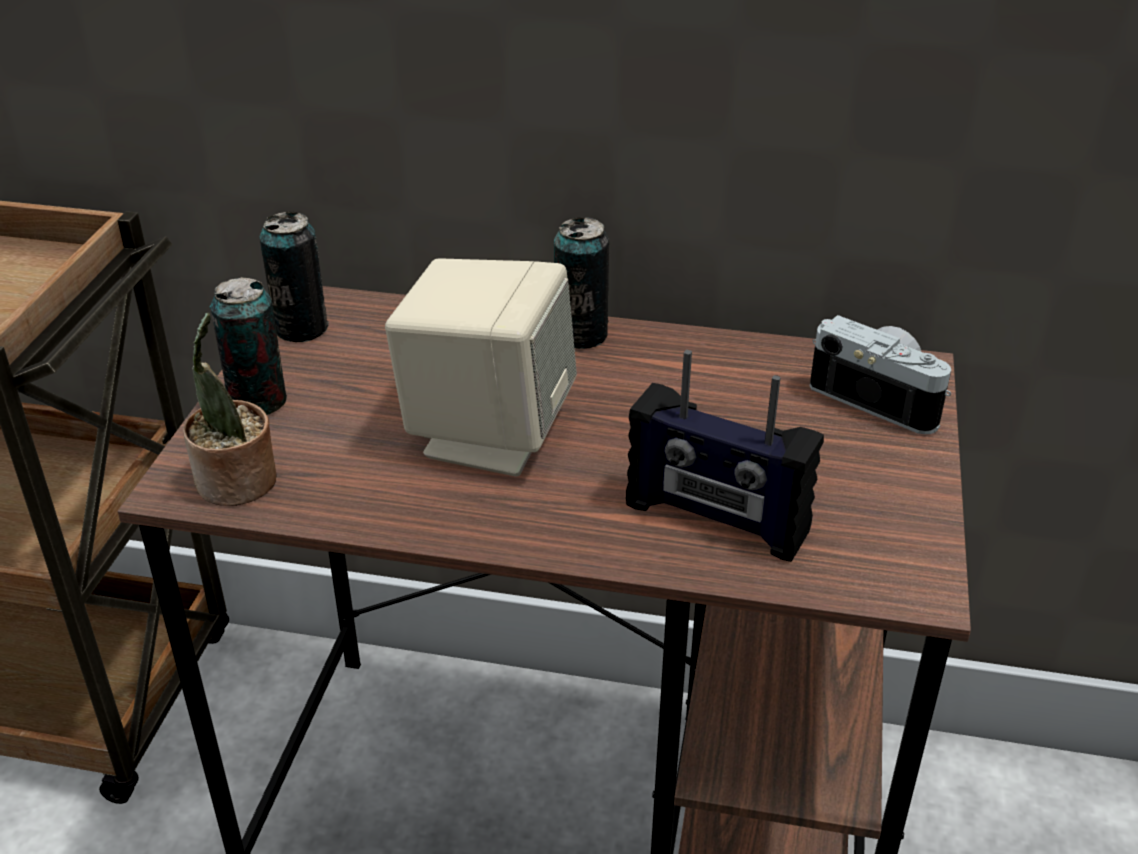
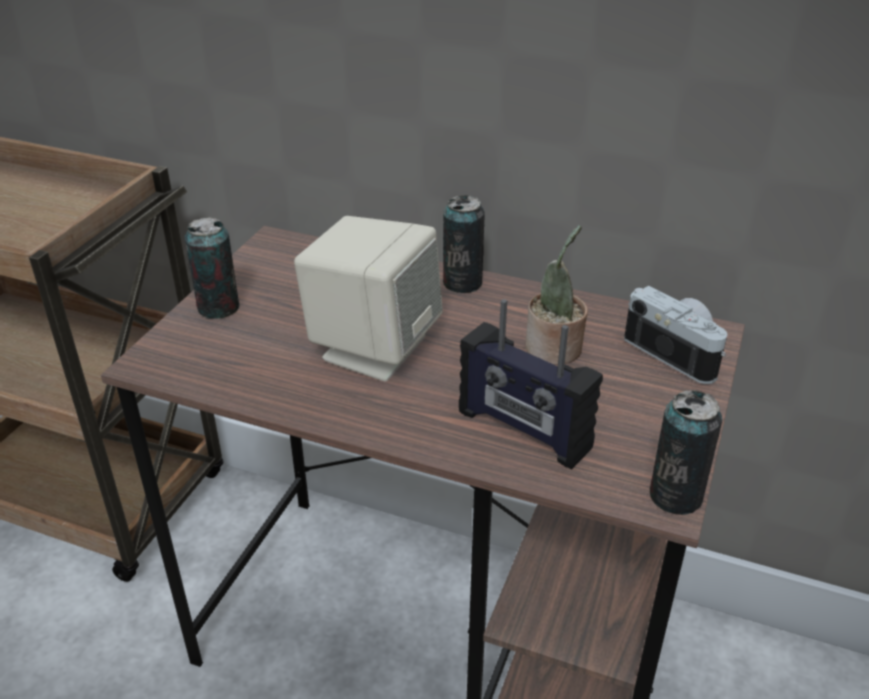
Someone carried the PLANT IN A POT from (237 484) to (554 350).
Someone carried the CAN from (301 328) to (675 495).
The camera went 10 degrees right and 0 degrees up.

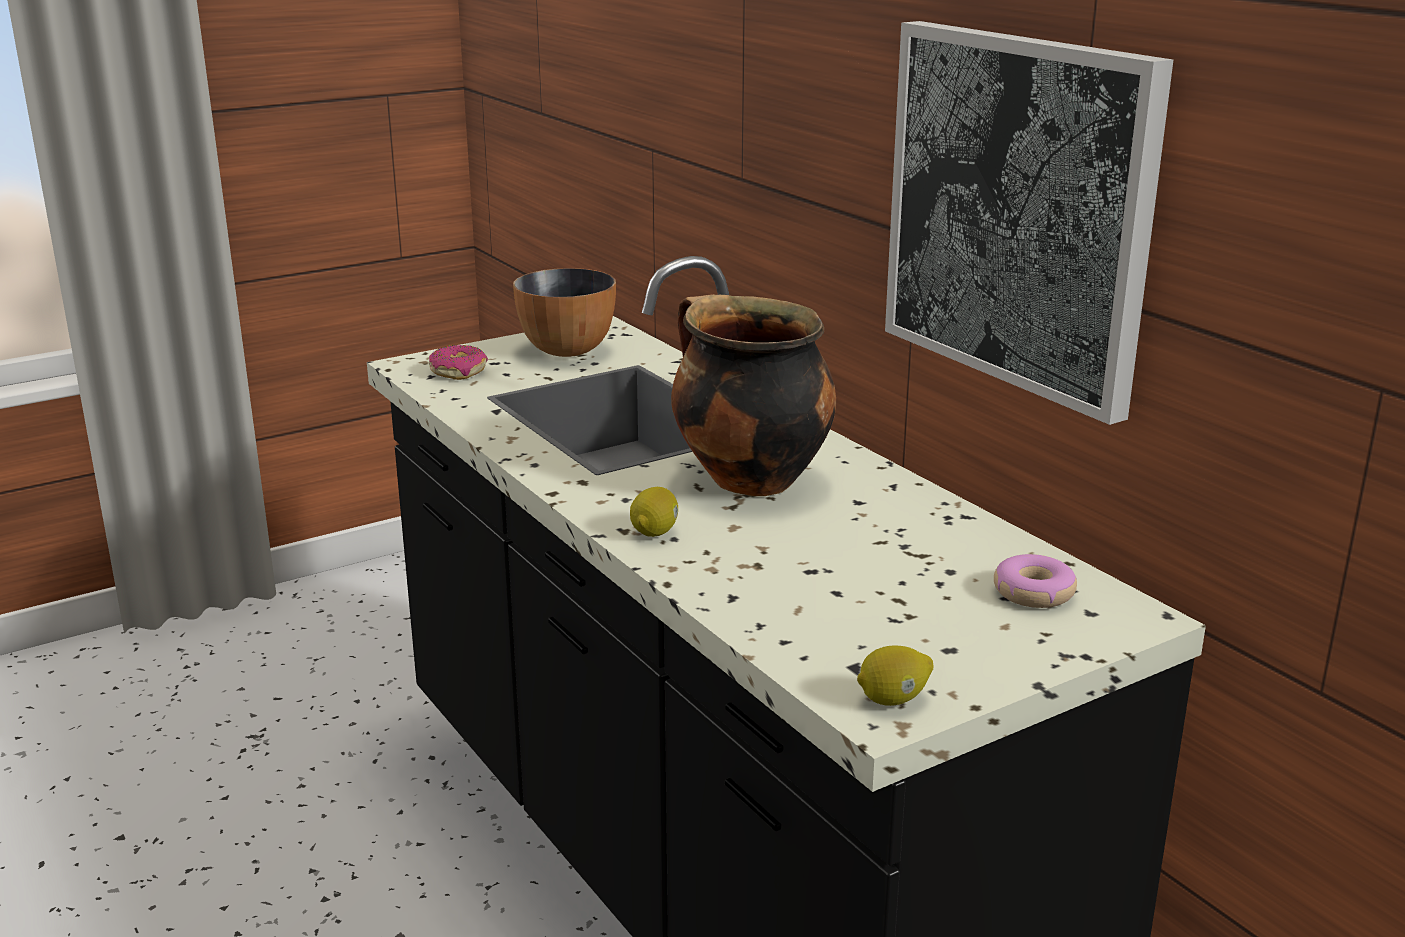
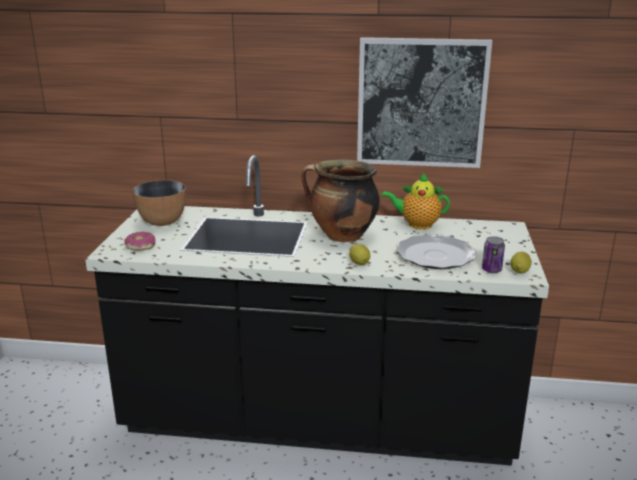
Someone put down the TEAPOT at (417 224).
Someone put down the DINNER PLATE at (435 255).
Someone put down the CAN at (491 270).
Someone took away the DOUGHNUT at (1033 592).
The camera went 50 degrees left and 0 degrees up.

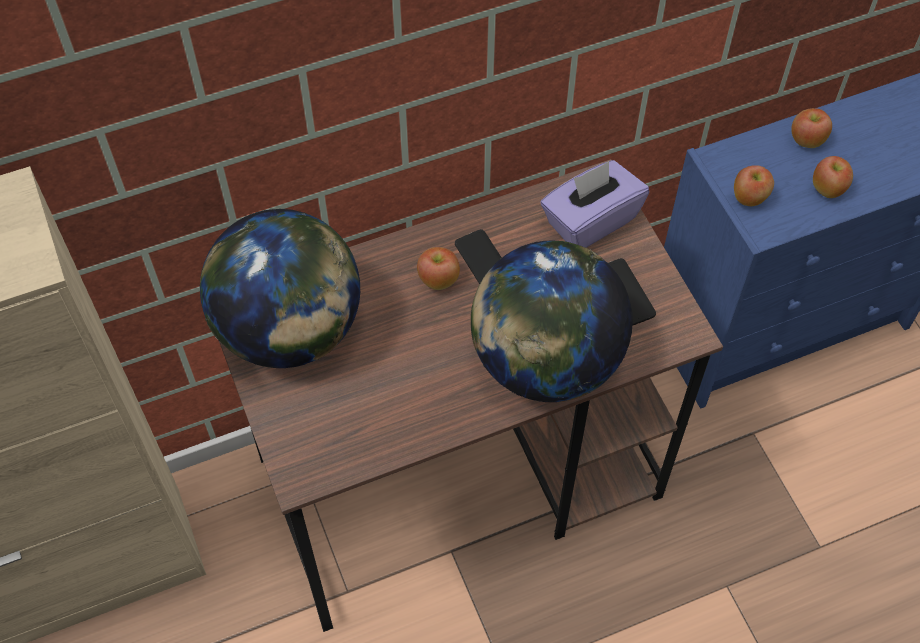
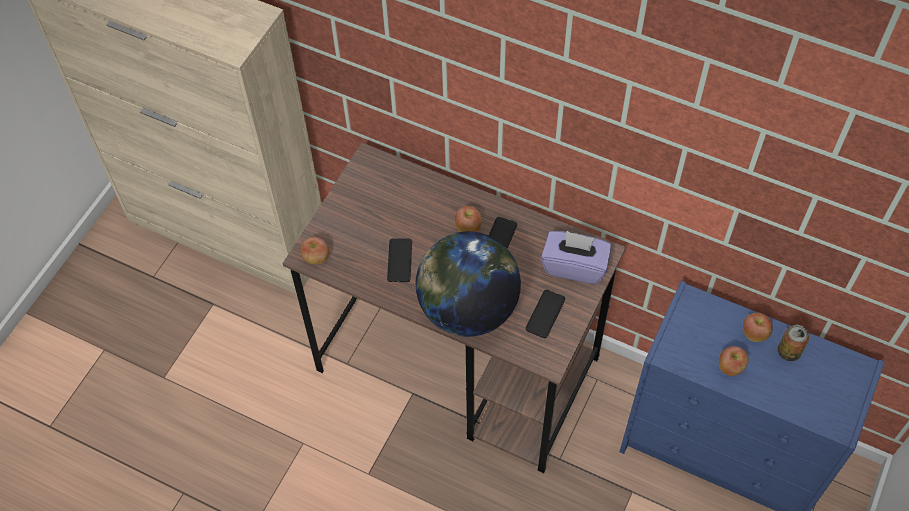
Someone carried the WHOLE APPLE from (749 198) to (316 258).
Someone put down the HANDSET at (399 260).
Someone put down the CAN at (788 352).
Someone took away the GLOBE at (290 330).
The camera went 50 degrees right and 0 degrees up.

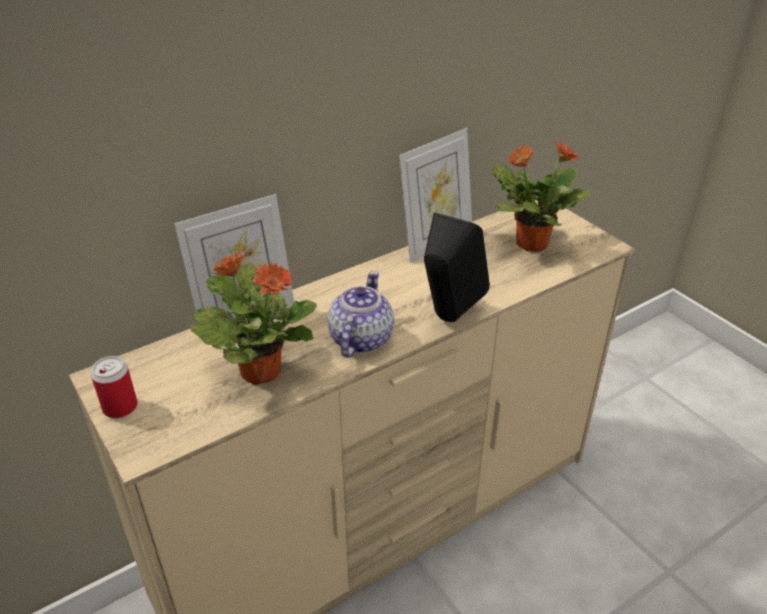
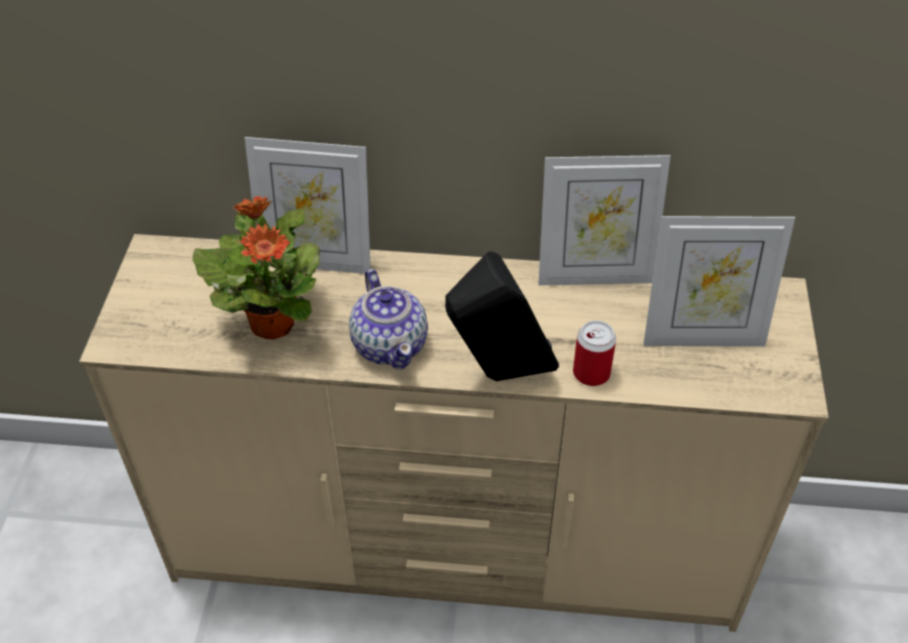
Someone rotated the TEAPOT at (360 339) by 105 degrees clockwise.
Someone carried the CAN from (120 407) to (591 373).
Someone swapped the PLANT IN A POT at (530 243) for the STANDING FRAME at (702 336).
The camera went 40 degrees right and 10 degrees up.

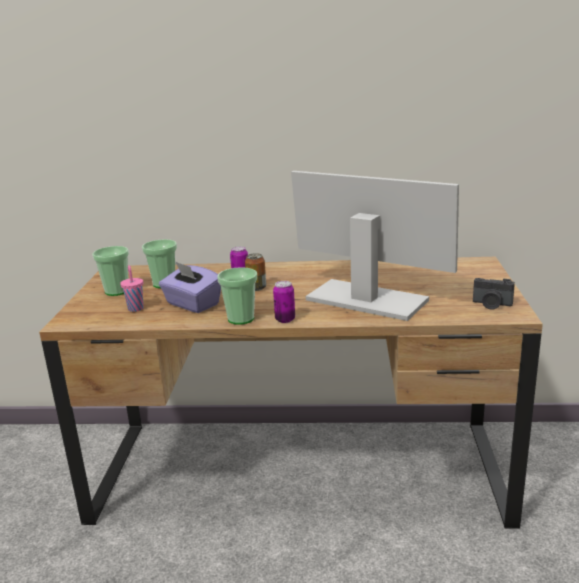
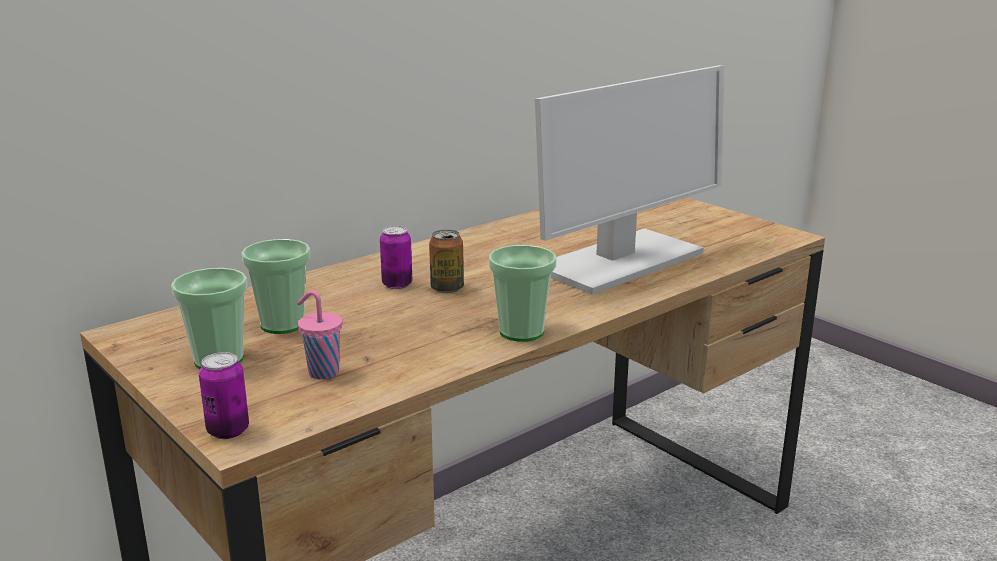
Someone carried the CAN from (285 319) to (228 431).
Someone rotated the MONITOR at (368 300) by 150 degrees clockwise.
Someone took away the PURPLE-COLOURED TISSUE BOX at (192 304).
Someone took away the PHOTO CAMERA at (491 305).
The camera went 45 degrees left and 0 degrees up.

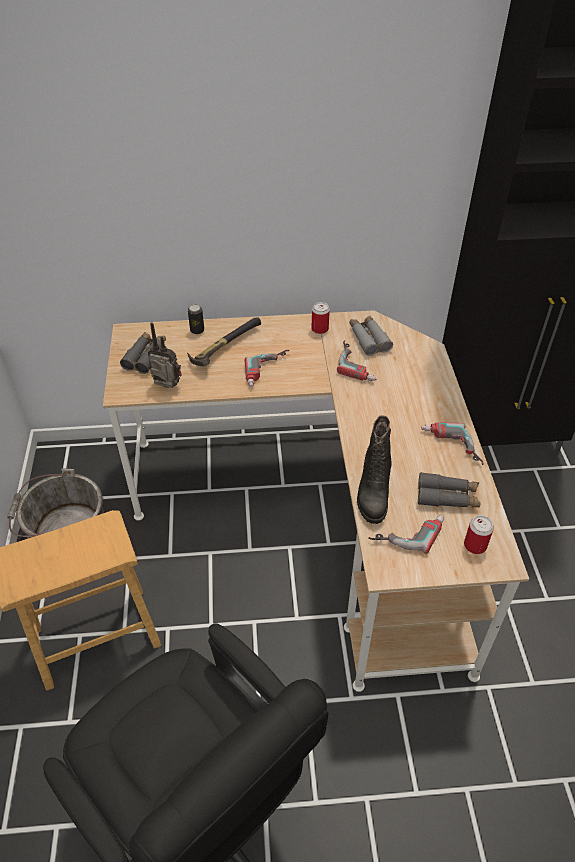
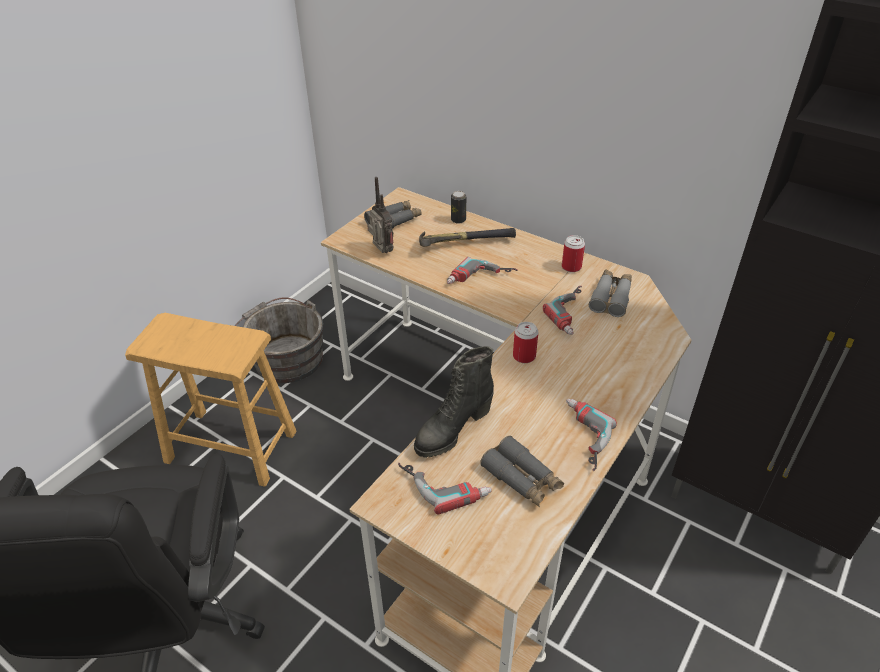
Someone carried the CAN from (475 545) to (524 356).
The camera went 40 degrees right and 5 degrees down.

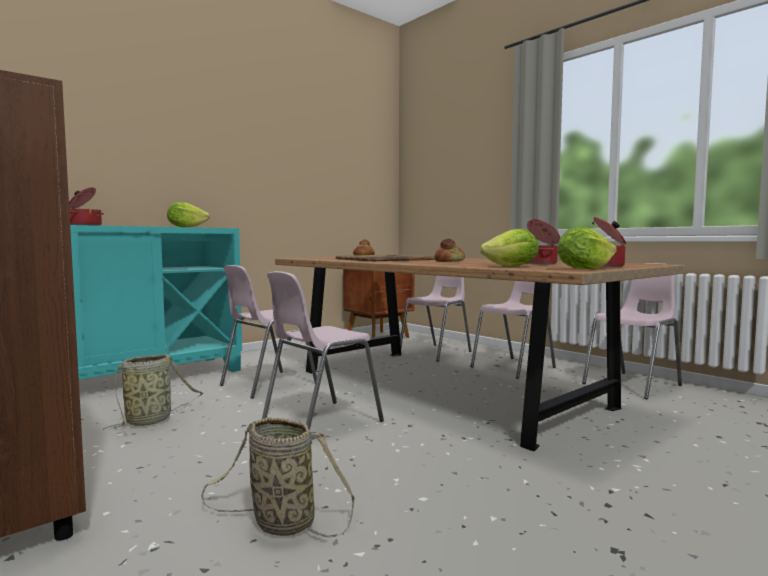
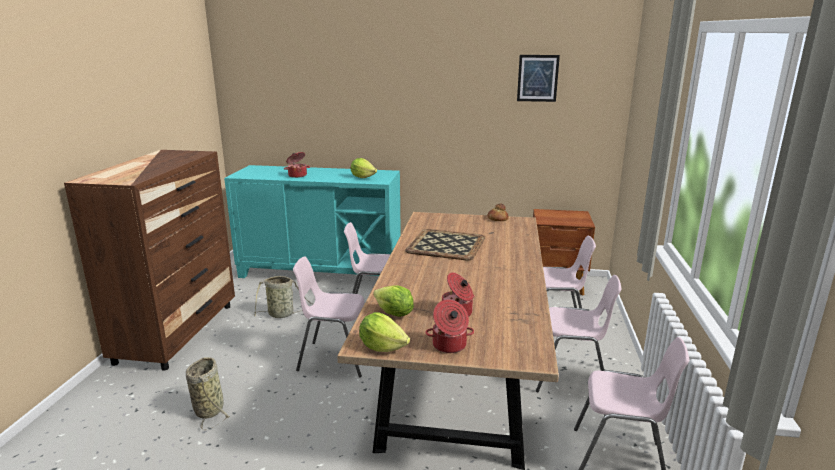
Someone put up the WALL PICTURE at (537 78).
Someone took away the BAKERY BREAD at (449 261).
The camera went 50 degrees right and 15 degrees up.

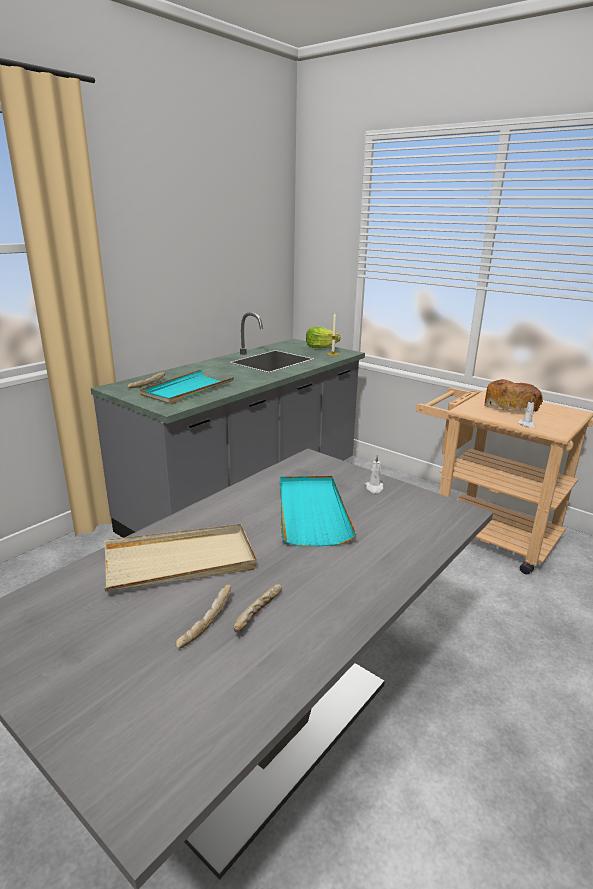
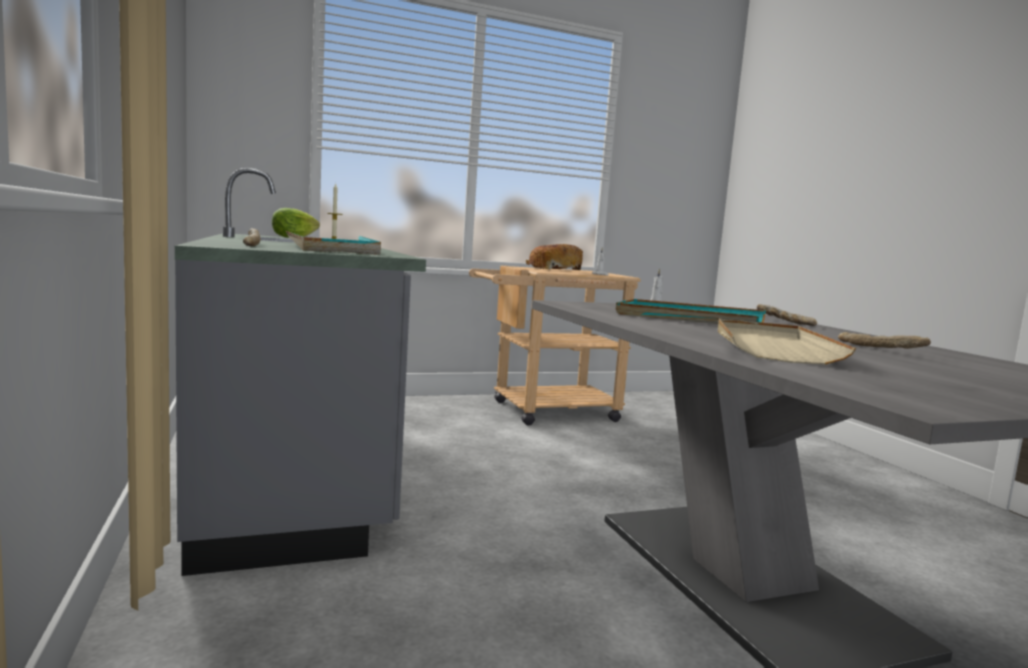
Someone carried the BAKERY BREAD from (205 622) to (784 322).
The camera went 60 degrees left and 15 degrees down.

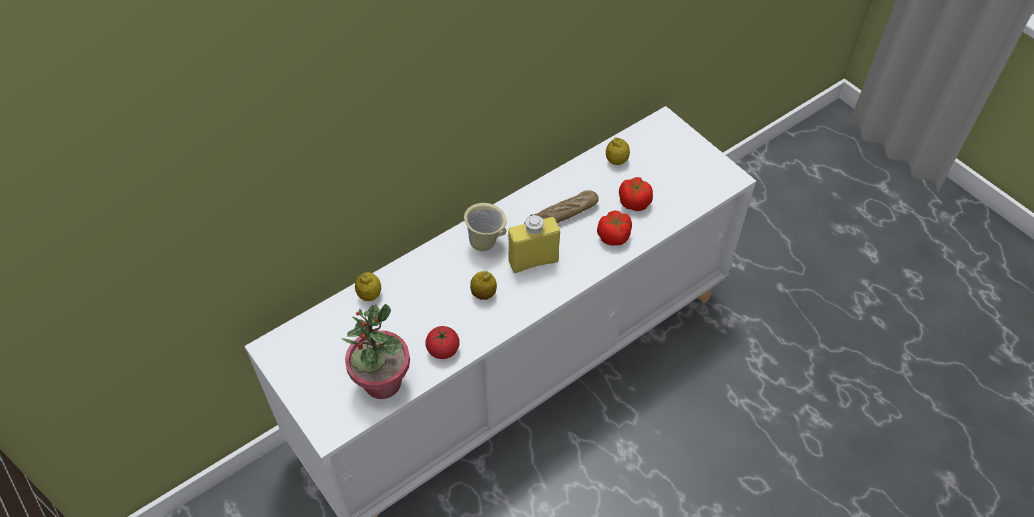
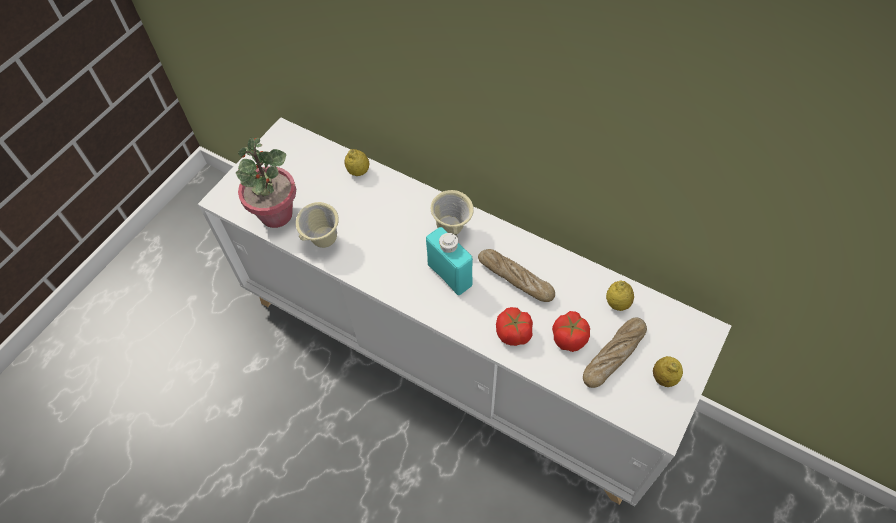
Someone swapped the WHOLE TOMATO at (443 350) for the BEIGE COFFEE MUG at (323 243).
Someone repainted the YELLOW-COLOURED DRINK BOTTLE at (533 261), which became the BLUE-GREEN DRINK BOTTLE at (450 275).
Someone put down the BAKERY BREAD at (614 355).
Someone carried the WHOLE LEMON from (483 294) to (664 378).
The camera went 70 degrees right and 5 degrees up.

